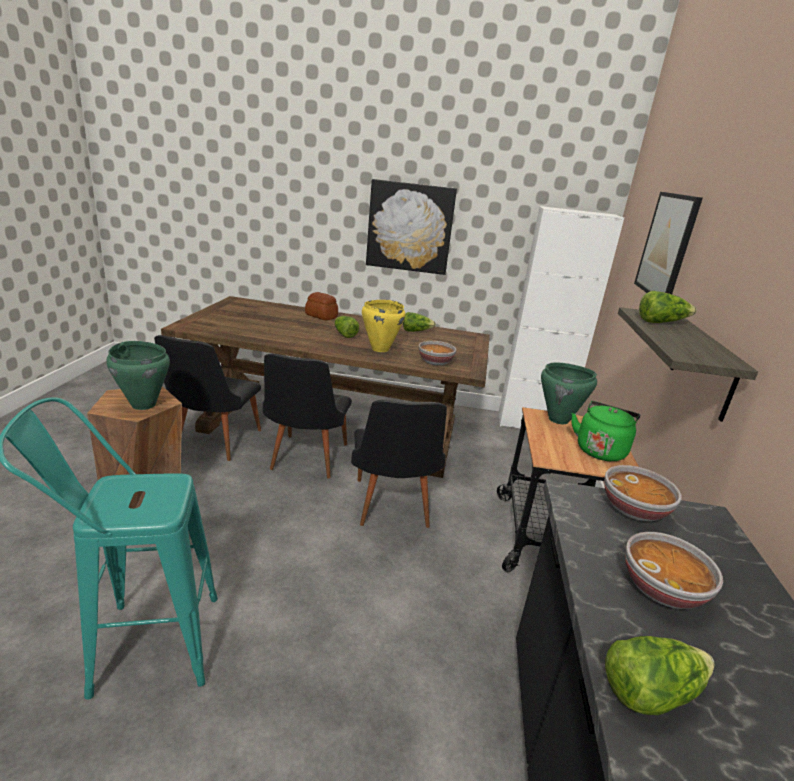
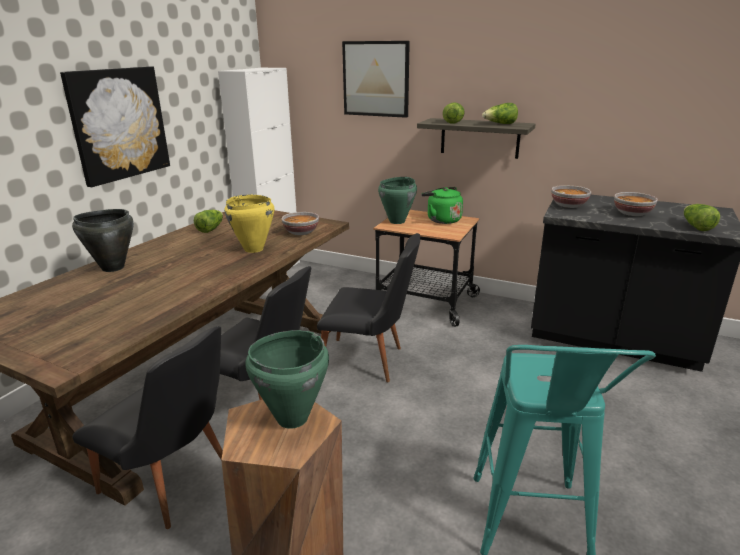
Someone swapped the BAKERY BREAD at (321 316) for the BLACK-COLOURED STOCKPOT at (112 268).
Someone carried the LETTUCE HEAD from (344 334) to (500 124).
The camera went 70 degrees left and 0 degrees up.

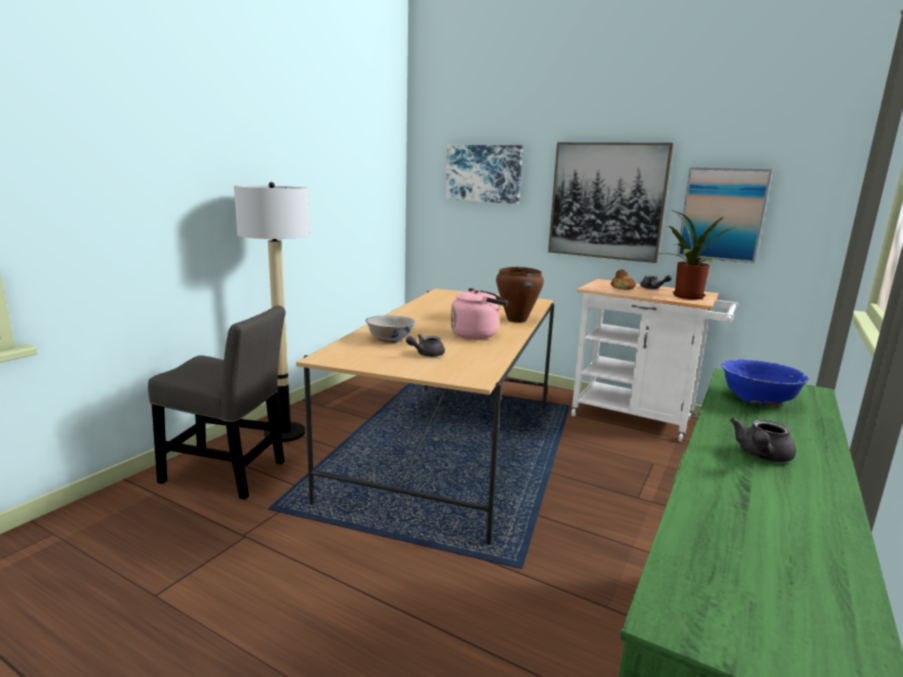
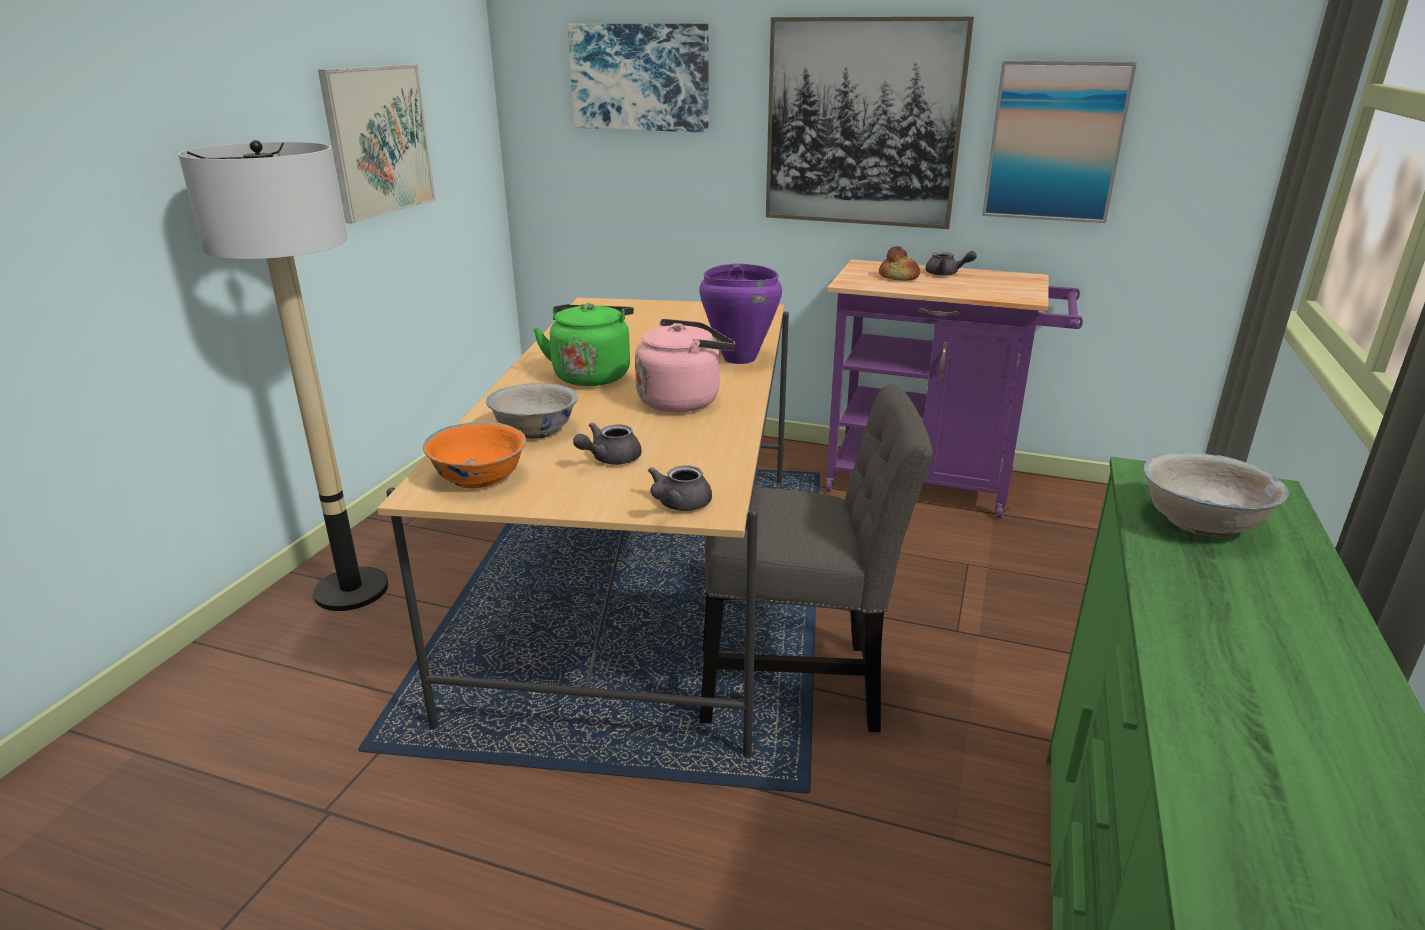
Someone put up the WALL PICTURE at (379 141).
Someone put down the ORANGEY SERVING BOWL at (478 477).
Someone put down the GREEN WATER KETTLE at (592 375).
Someone carried the GRAY TEAPOT from (761 456) to (678 505).
Someone carried the GRAY PLAIN CHAIR from (228 473) to (798 684).
Someone repainted the BROWN-COLOURED STOCKPOT at (516 320), which became the PURPLE-COLOURED STOCKPOT at (739 359).
Someone repainted the WHITE-COLOURED CART at (640 418), which became the PURPLE-COLOURED CART at (931 484).
Someone repainted the BLUISH SERVING BOWL at (758 399), which became the WHITE-COLOURED SERVING BOWL at (1202 522).
Someone took away the PLANT IN A POT at (688 297).
The camera went 10 degrees left and 10 degrees up.

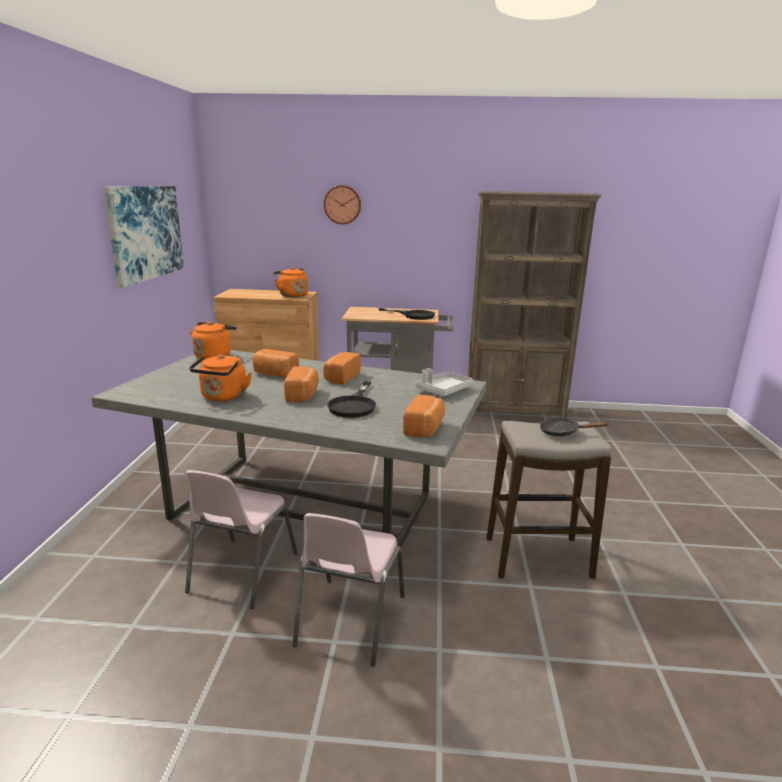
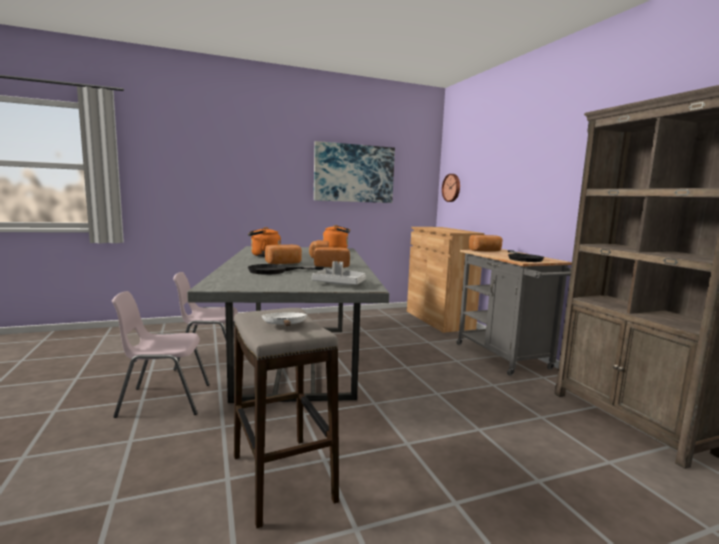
Someone repainted the BLACK-COLOURED PAN at (563 432), which became the WHITE-COLOURED PAN at (285 325).
Someone carried the CLOCK ON THE WALL from (342 204) to (452 188).
Someone carried the BAKERY BREAD from (425 429) to (485 251).
Someone took away the ORANGEY WATER KETTLE at (292 295).
The camera went 65 degrees right and 10 degrees down.

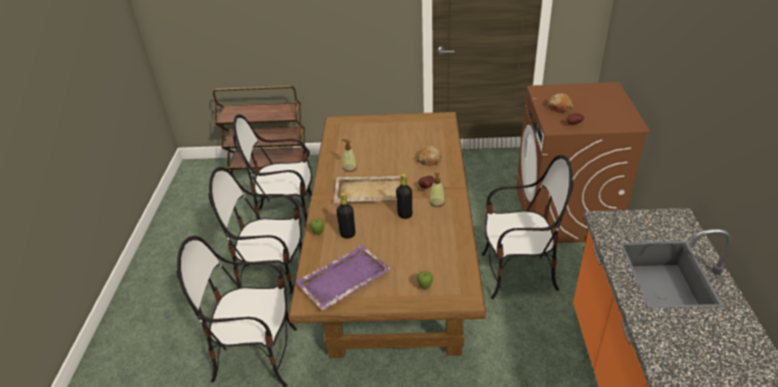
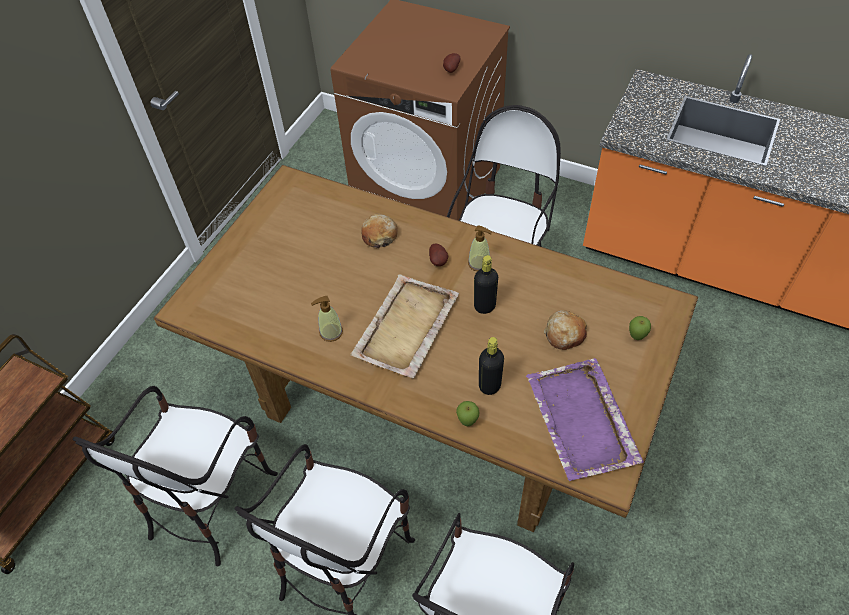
Someone carried the BAKERY BREAD from (559 107) to (564 334).
The camera went 65 degrees left and 15 degrees up.

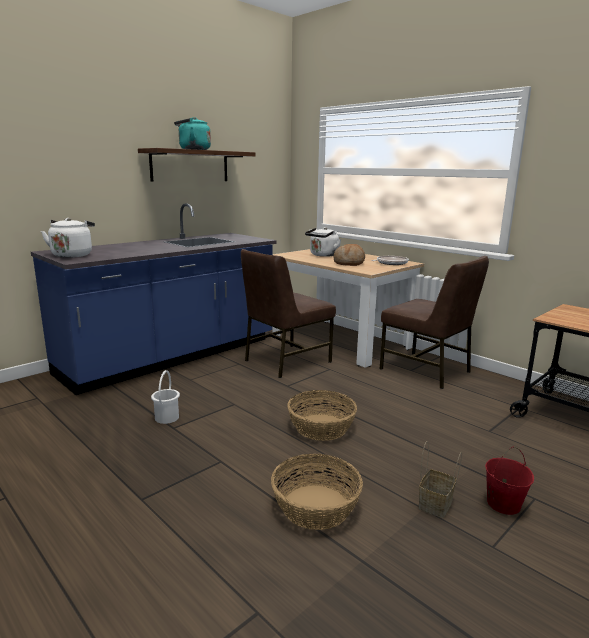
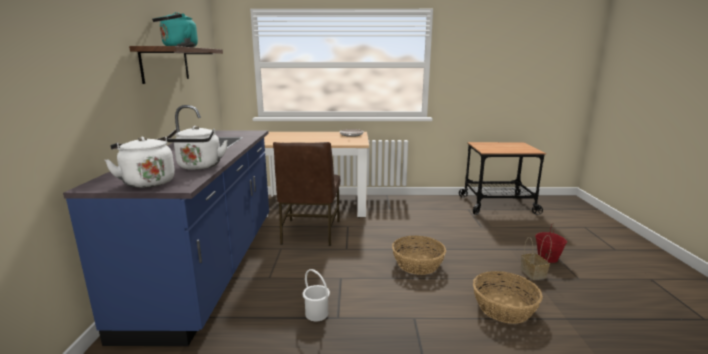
Someone carried the WHITE-COLOURED WATER KETTLE from (323 255) to (199 167).
Someone took away the BAKERY BREAD at (349 263).
Someone took away the BROWN-COLOURED PLAIN CHAIR at (426 370).
The camera went 45 degrees left and 0 degrees up.

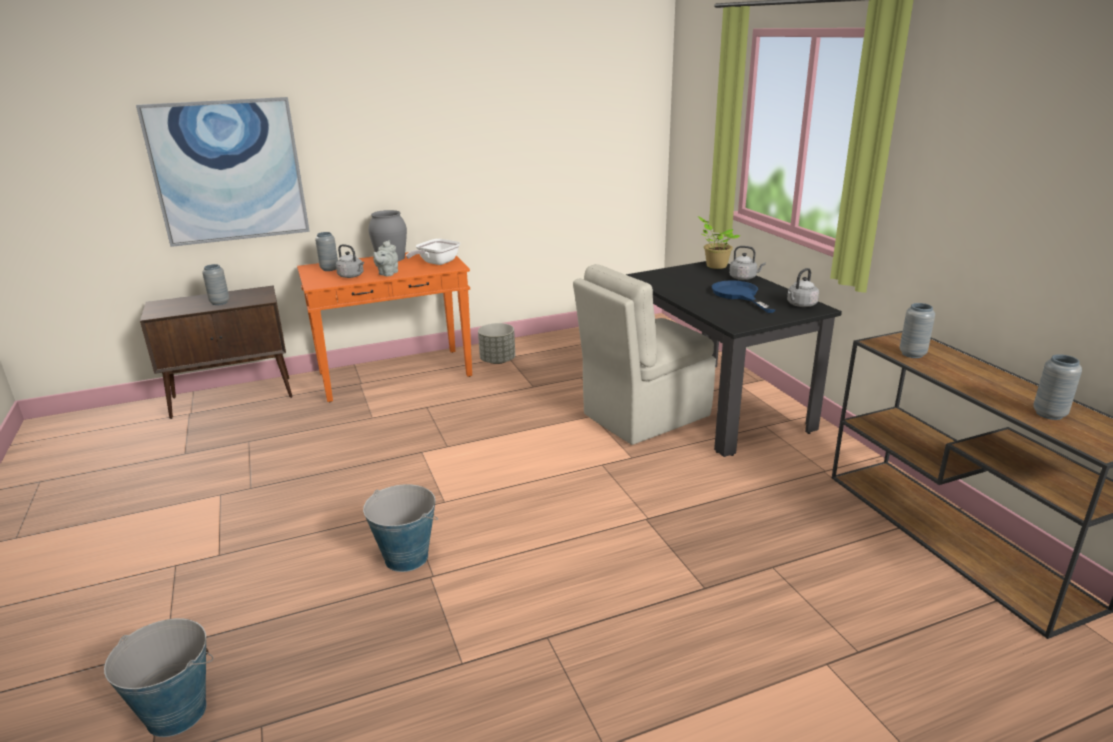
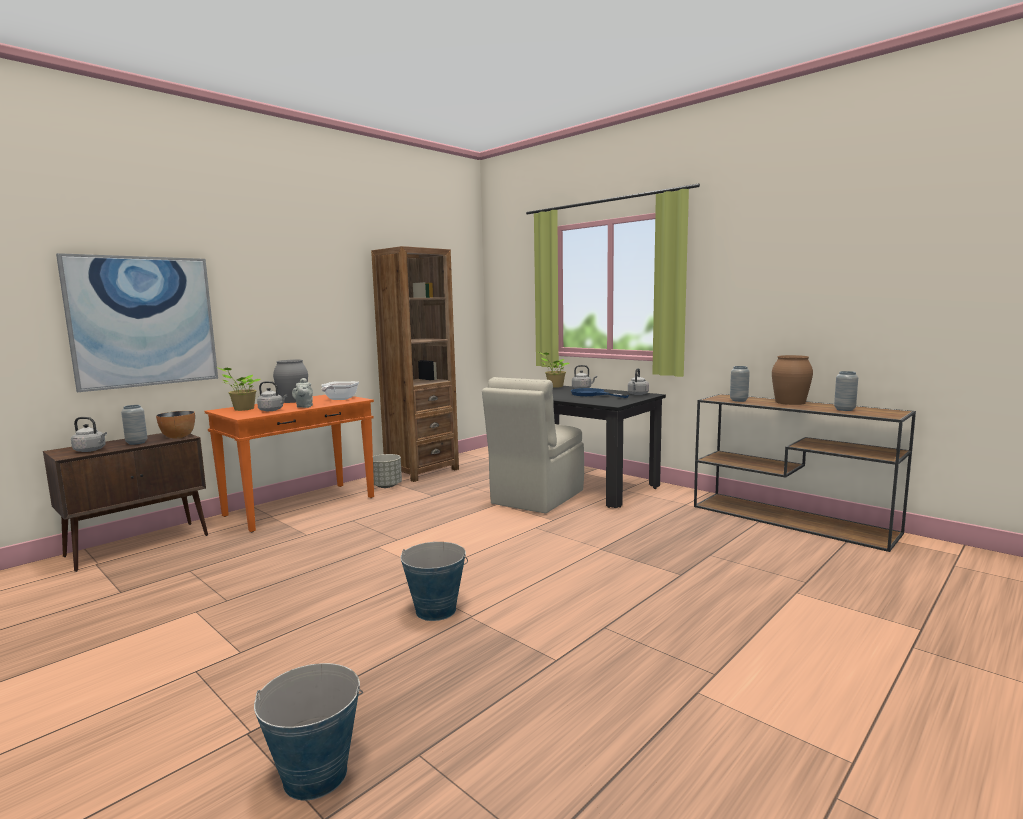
Someone put down the GRAY WATER KETTLE at (91 450).
Someone put down the SERVING BOWL at (178 437).
Someone swapped the GRAY VASE at (329 269) for the PLANT IN A POT at (242 409).
Someone put down the BROWN-COLOURED SHELVING UNIT at (421 471).
Someone put down the BROWN-COLOURED VASE at (789 402).
The camera went 25 degrees left and 15 degrees down.

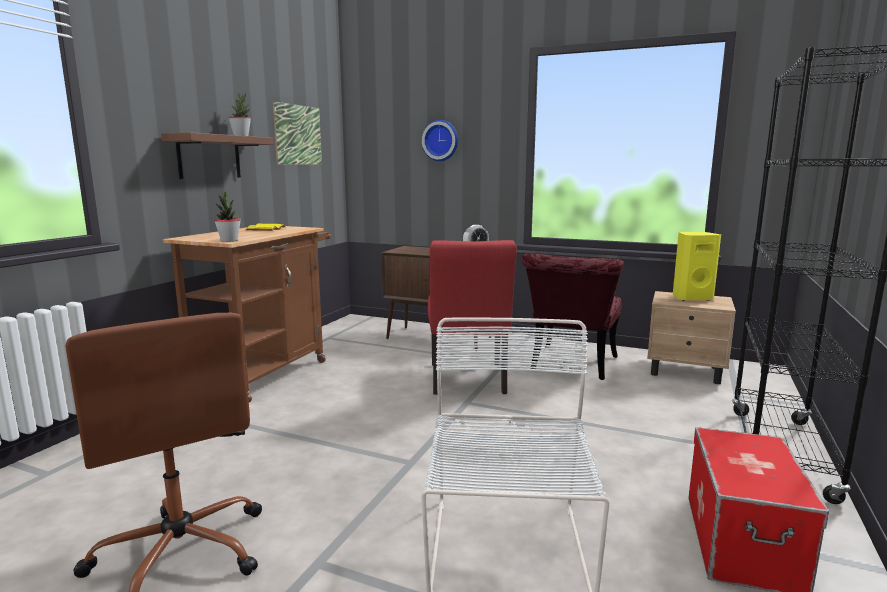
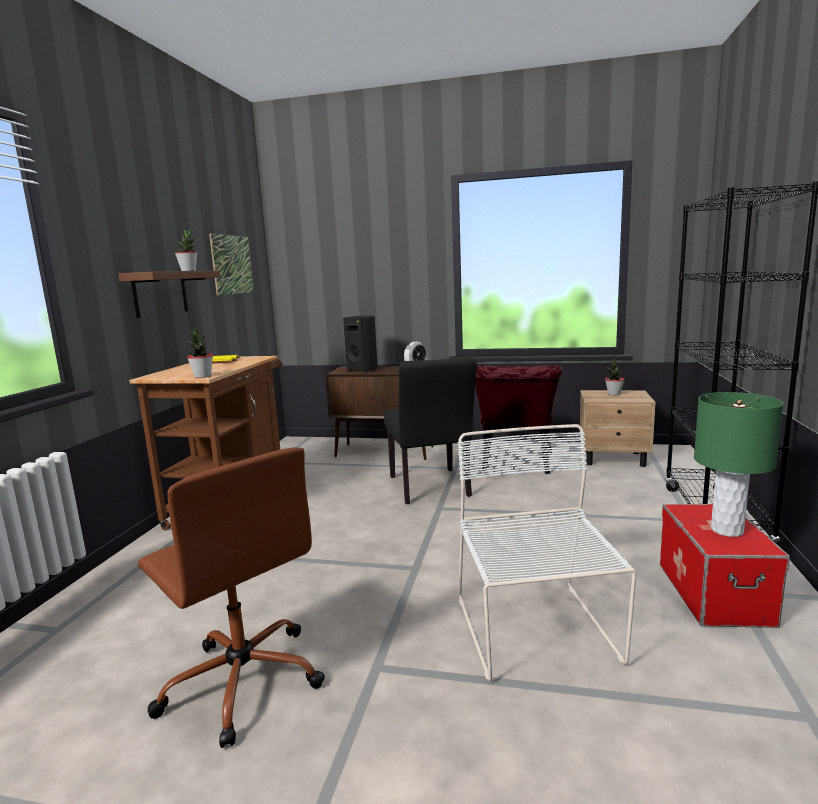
Someone put down the BLACK-COLOURED AUDIO SPEAKER at (363 370).
Someone repainted the REDDISH PLAIN CHAIR at (467 381), which became the BLACK-COLOURED PLAIN CHAIR at (431 489).
Someone swapped the YELLOW-COLOURED AUDIO SPEAKER at (691 298) for the PLANT IN A POT at (614 394).
Someone put down the GREEN TABLETOP LAMP at (727 530).
Someone took away the CLOCK ON THE WALL at (441 140).
The camera went 10 degrees left and 0 degrees up.

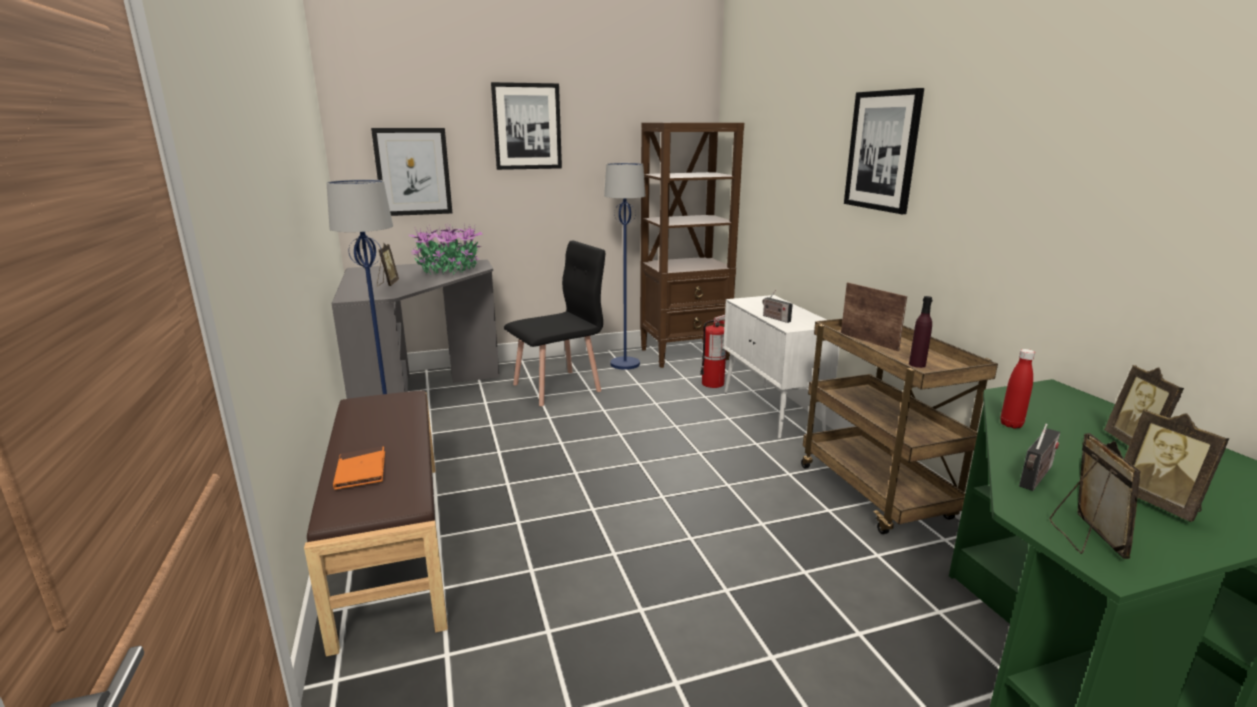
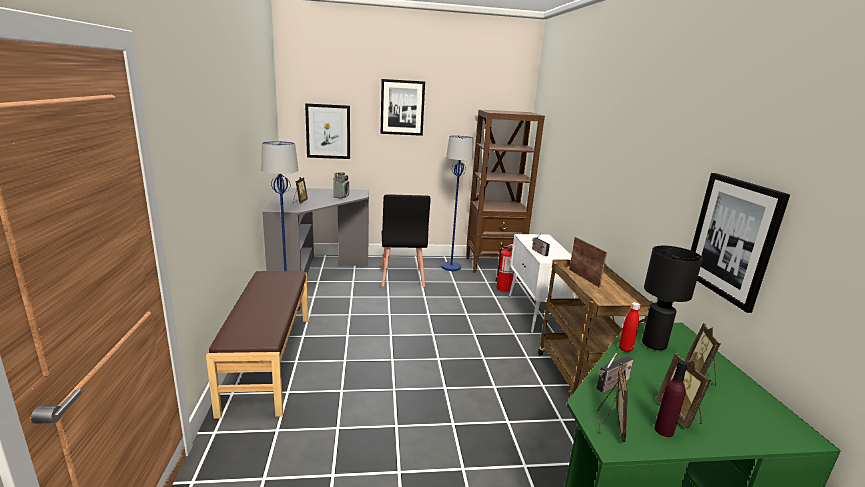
Someone swapped the PLANT IN A POT at (450 271) for the RADIO SET at (341 196).
Someone rotated the BLACK-COLOURED PLAIN CHAIR at (558 387) by 105 degrees clockwise.
Someone put down the BLACK-COLOURED TABLETOP LAMP at (653 344).
Someone carried the PURPLE-COLOURED DRINK BOTTLE from (917 364) to (664 430).
Someone carried the WALL PICTURE from (882 151) to (733 239).
Someone took away the ORANGEY VOLUME at (361 471).
The camera went 10 degrees right and 0 degrees up.

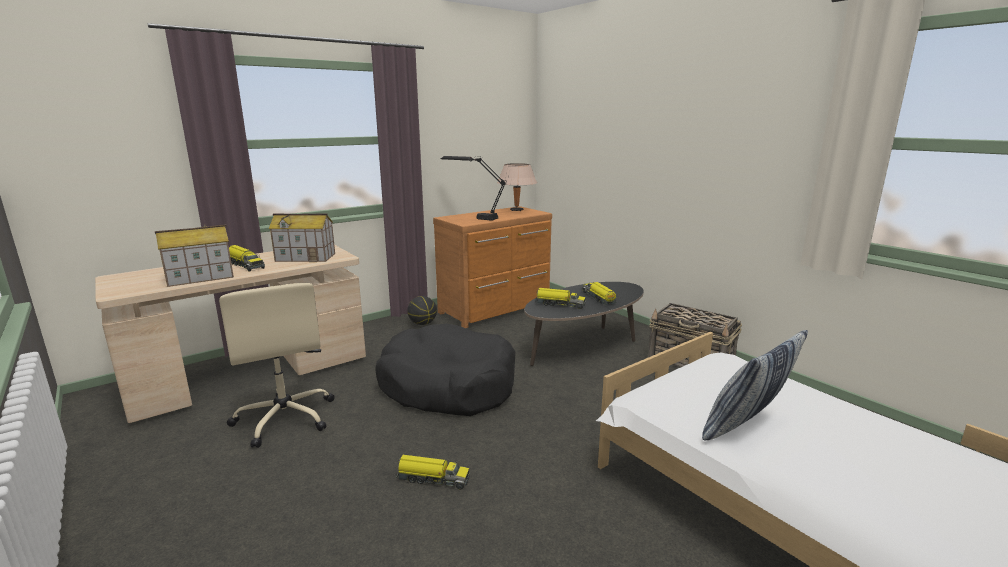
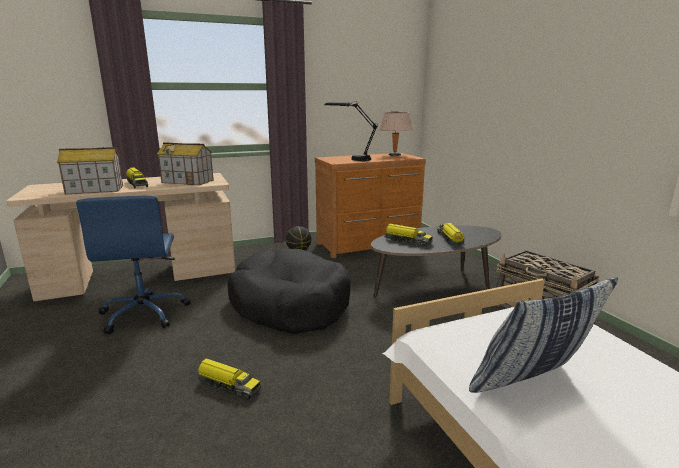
Someone repainted the BEIGE OFFICE CHAIR at (285 418), which became the BLUISH OFFICE CHAIR at (144 313).
The camera went 15 degrees right and 0 degrees up.

